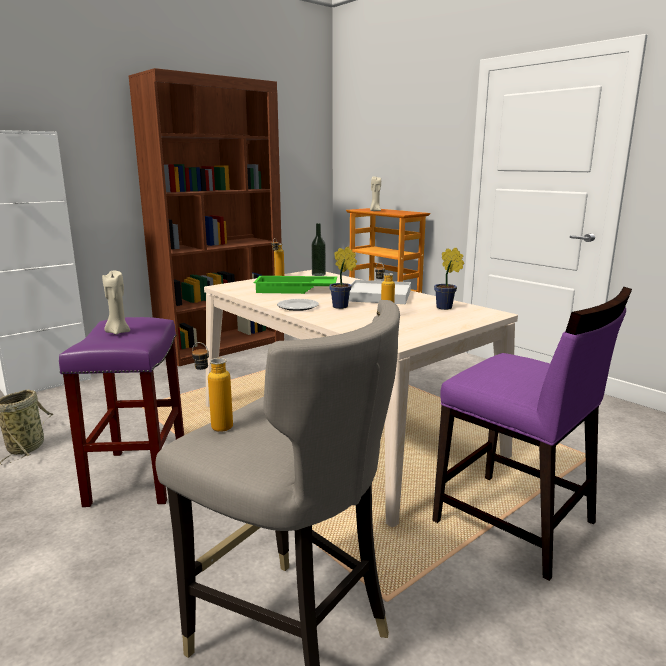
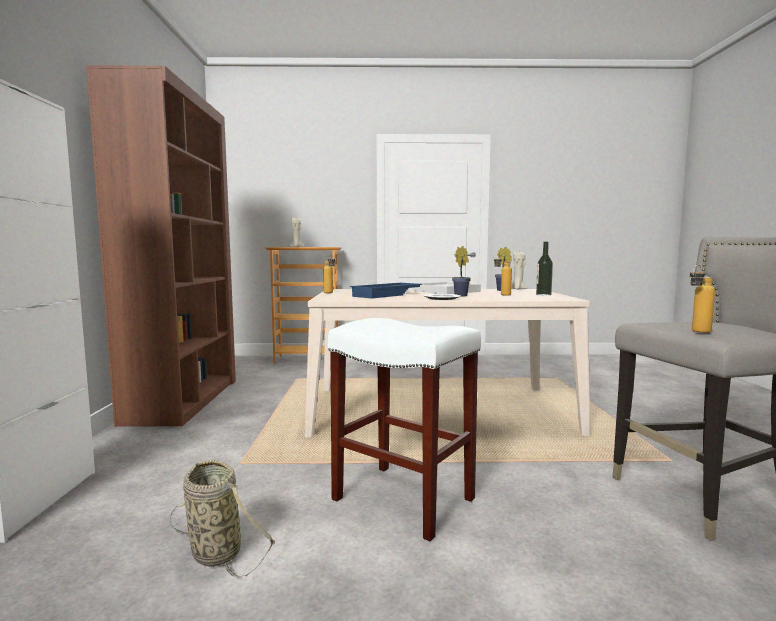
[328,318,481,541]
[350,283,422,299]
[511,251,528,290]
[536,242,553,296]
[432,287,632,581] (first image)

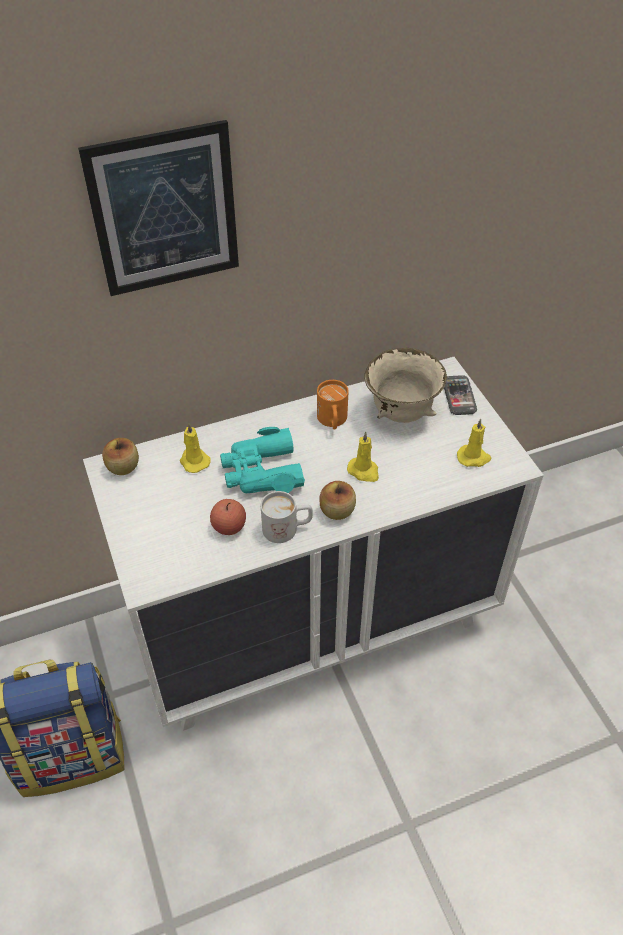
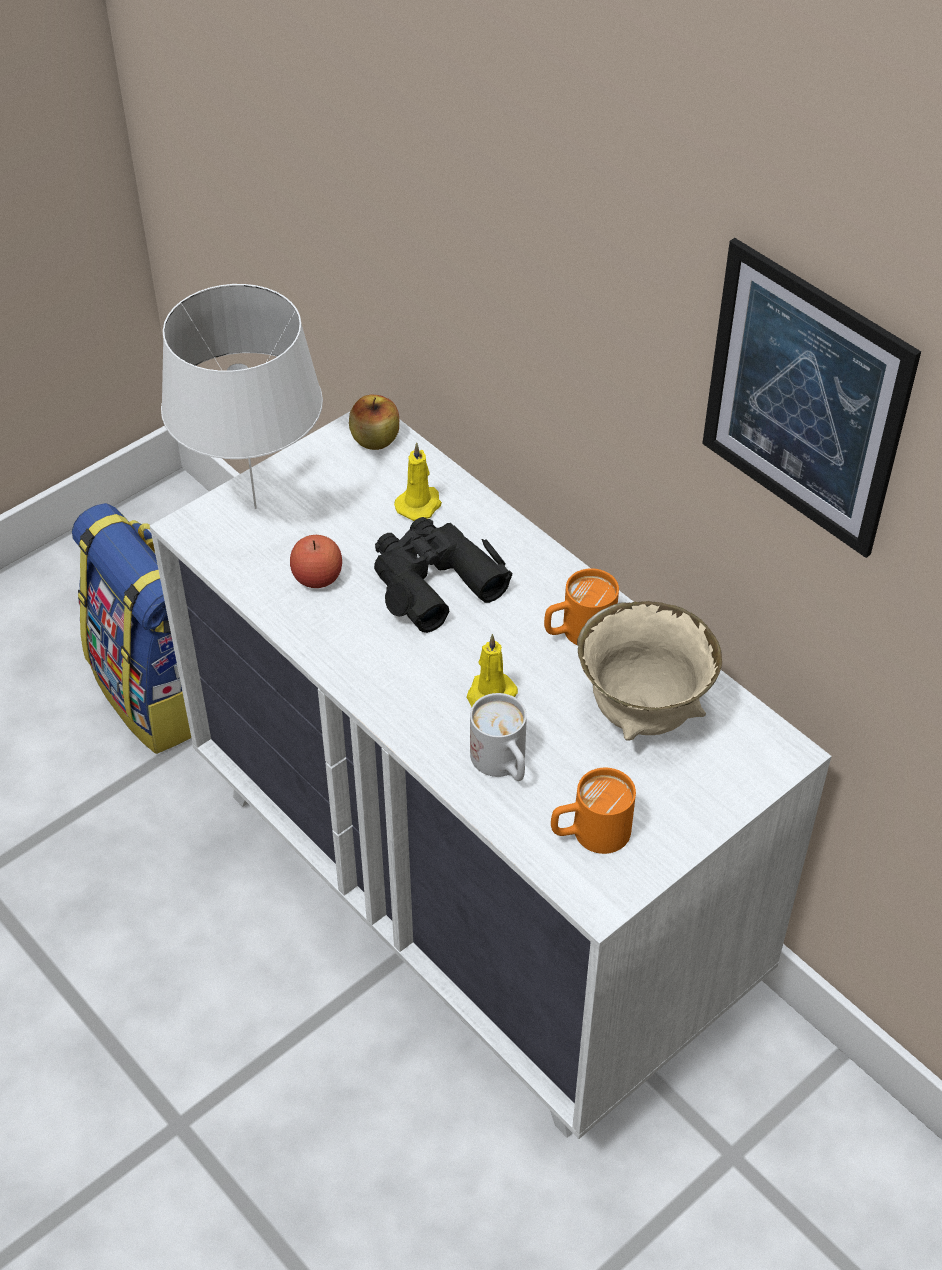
[161,284,323,509]
[374,517,513,633]
[470,693,527,781]
[551,768,636,854]
[702,238,921,558]
[319,481,356,520] (first image)
[444,375,477,415] (first image)

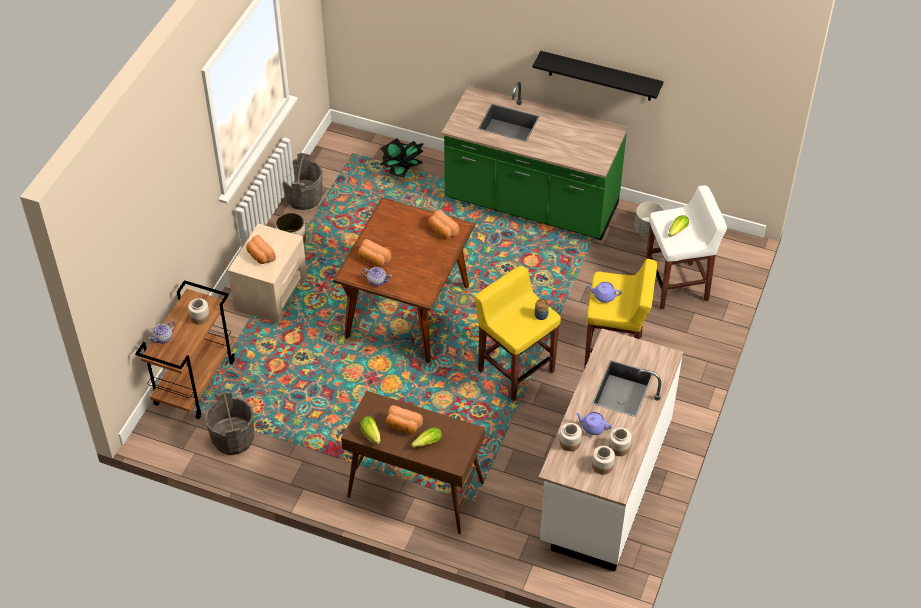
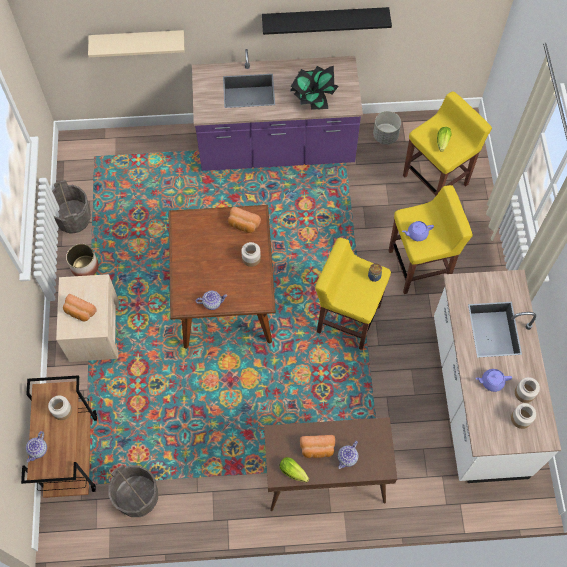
[88,30,185,57]
[192,49,363,171]
[241,242,261,267]
[290,66,339,110]
[338,441,358,469]
[403,91,492,197]
[358,239,391,267] (first image)

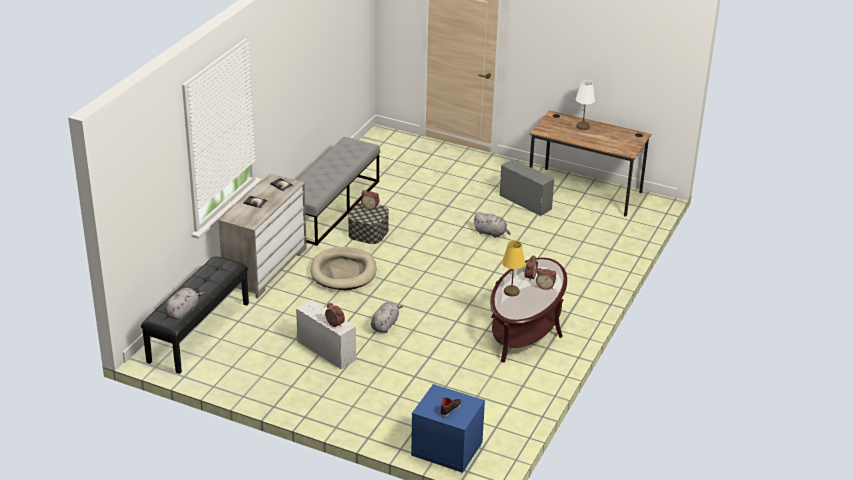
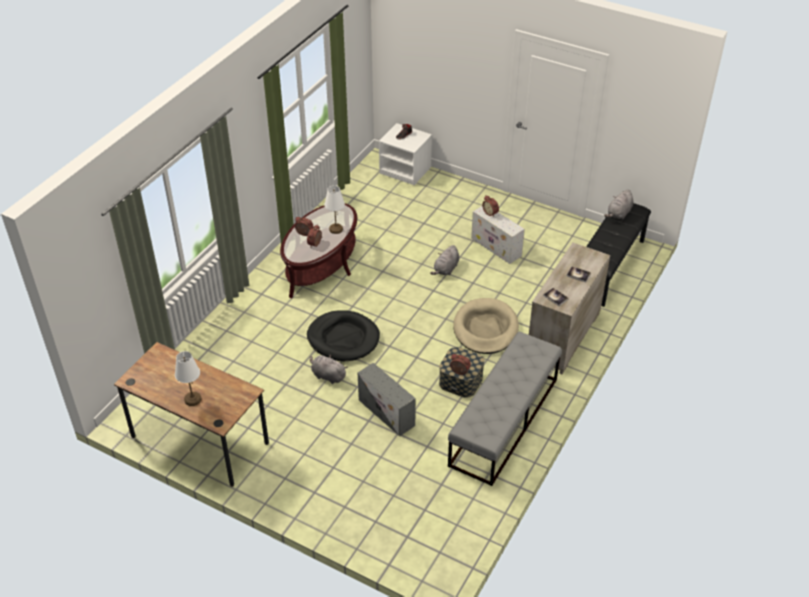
[307,310,380,361]
[324,185,345,234]
[358,363,416,436]
[379,123,432,185]

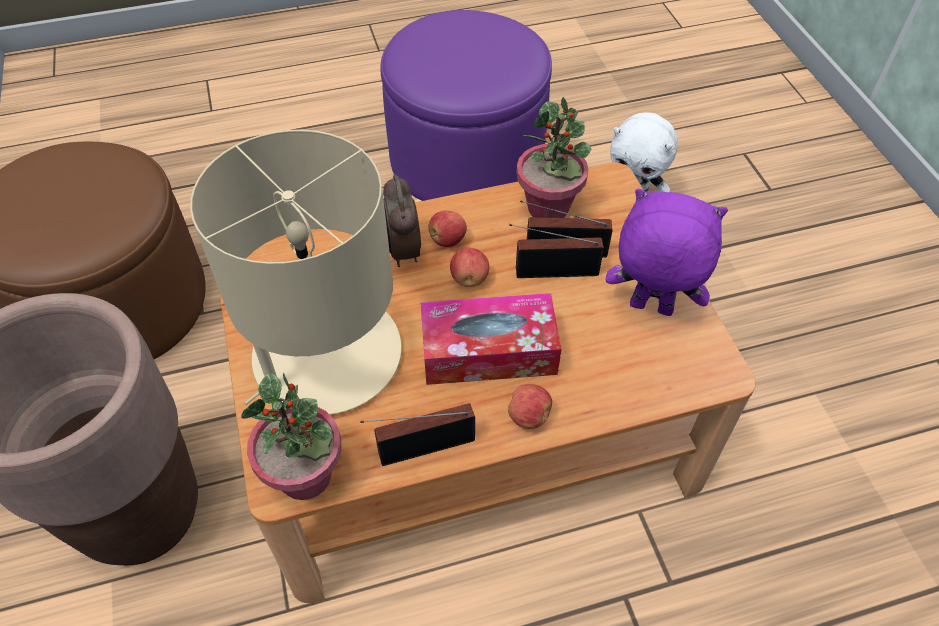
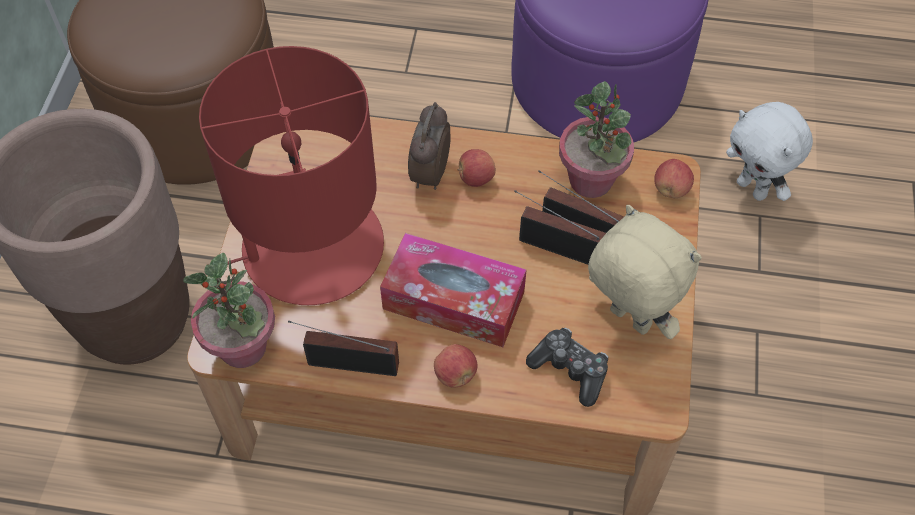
[199,46,384,305]
[526,327,608,407]
[588,205,702,339]
[654,159,694,198]

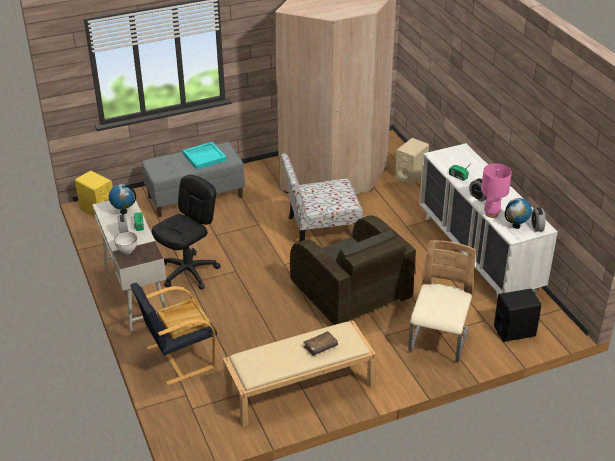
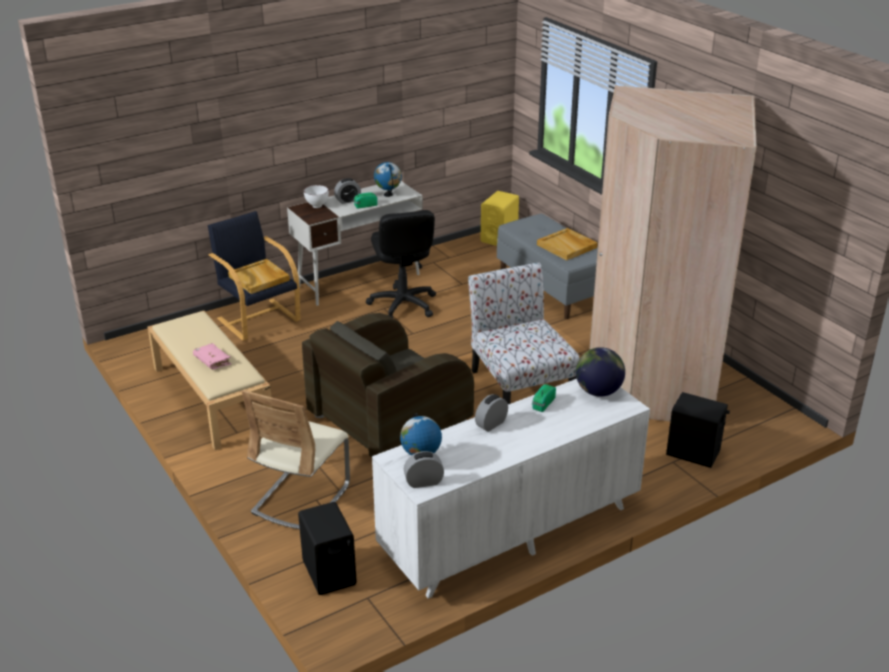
[193,343,231,370]
[242,390,350,529]
[366,210,436,318]
[537,228,598,260]
[576,347,625,397]
[666,392,730,468]
[481,163,512,218] (first image)

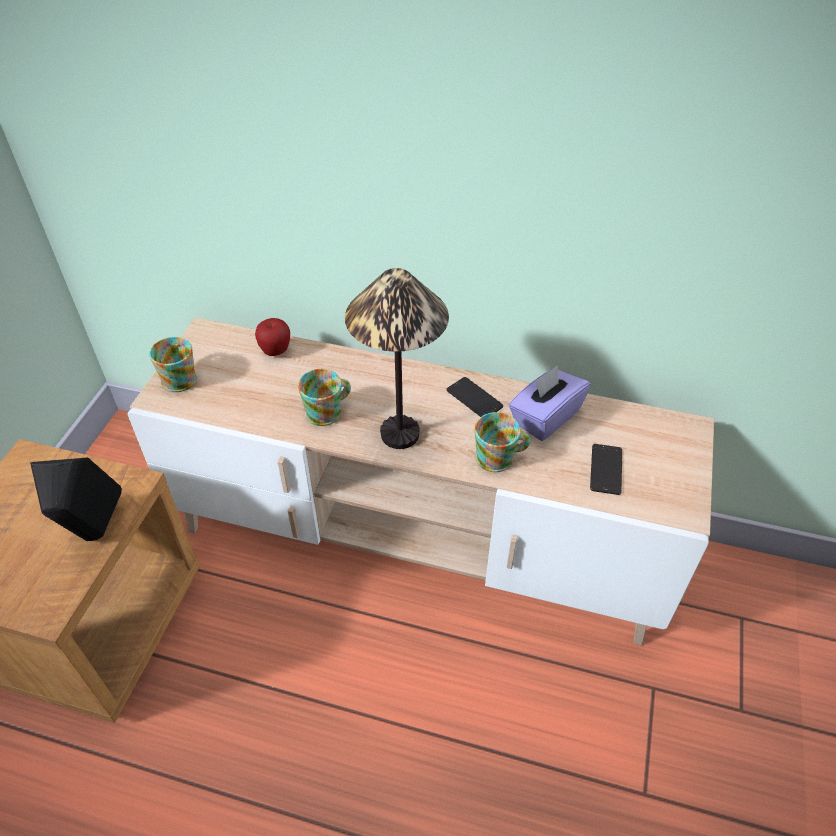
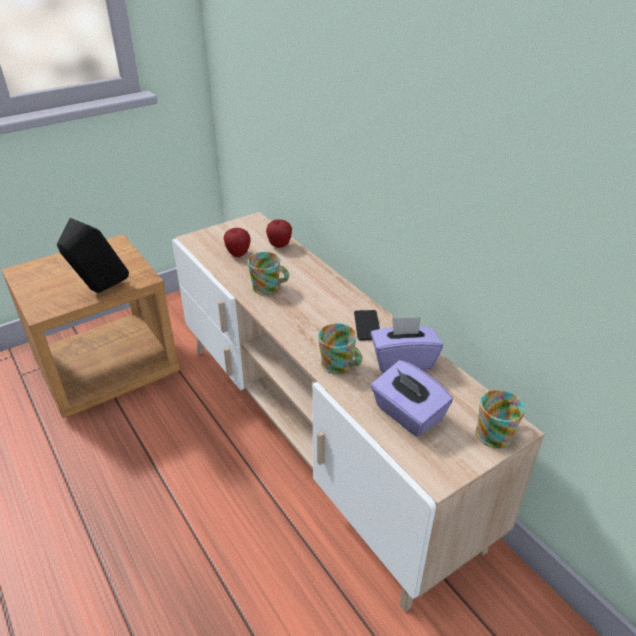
[223,228,251,257]
[371,360,453,437]
[476,390,525,448]
[345,268,449,449] (first image)

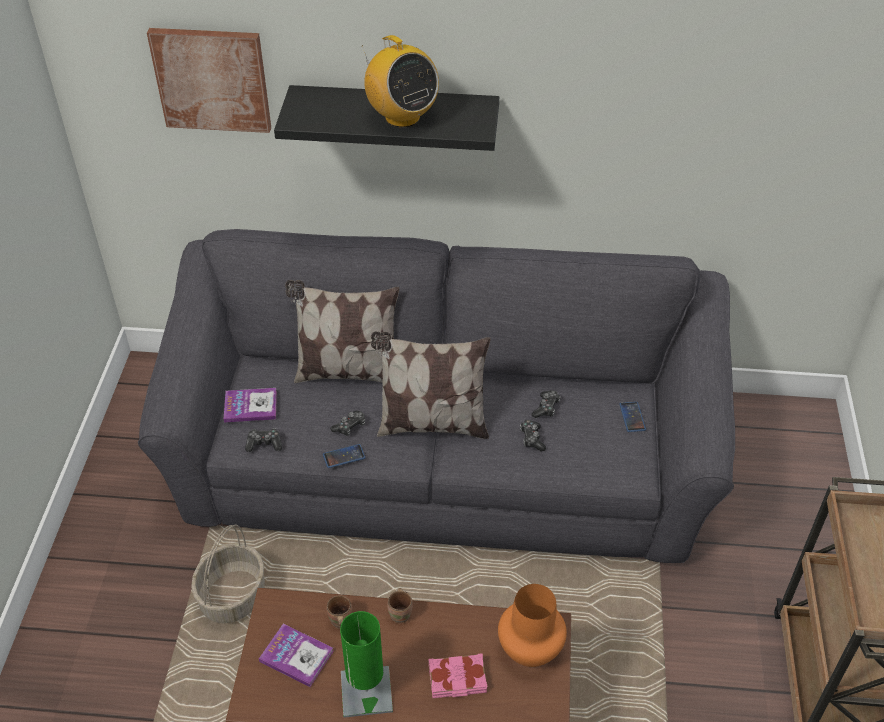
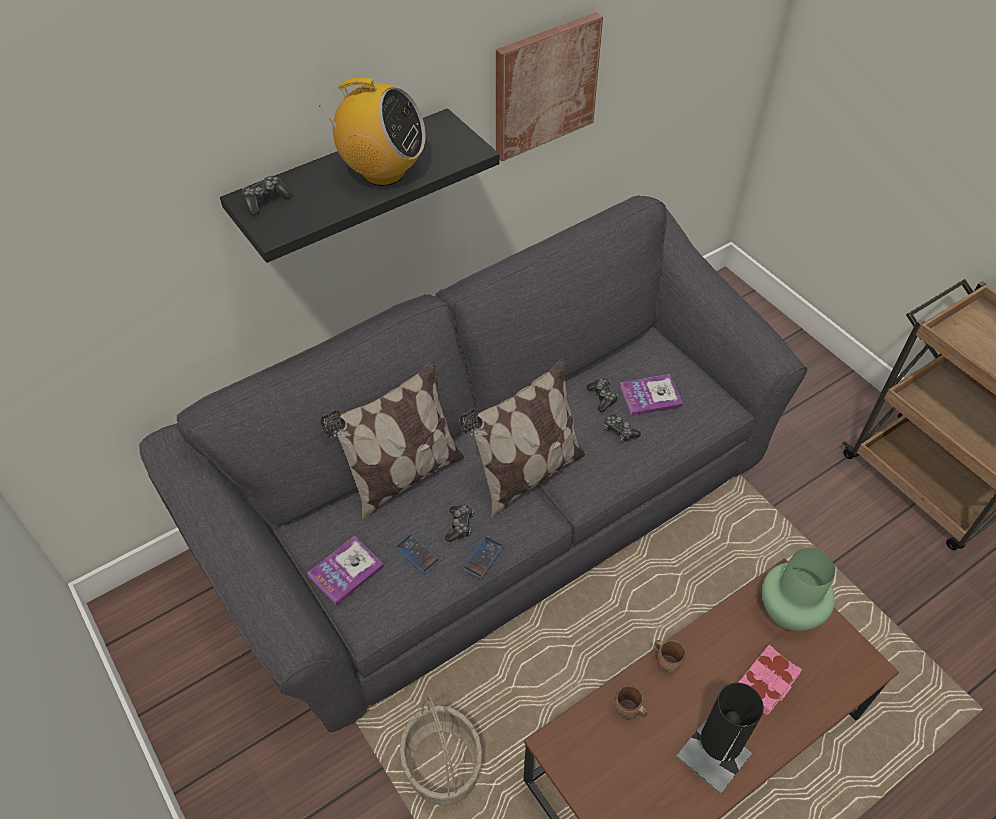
[242,176,292,216]
[395,534,440,574]
[496,12,603,162]
[620,374,683,416]
[676,682,764,795]
[762,548,835,631]

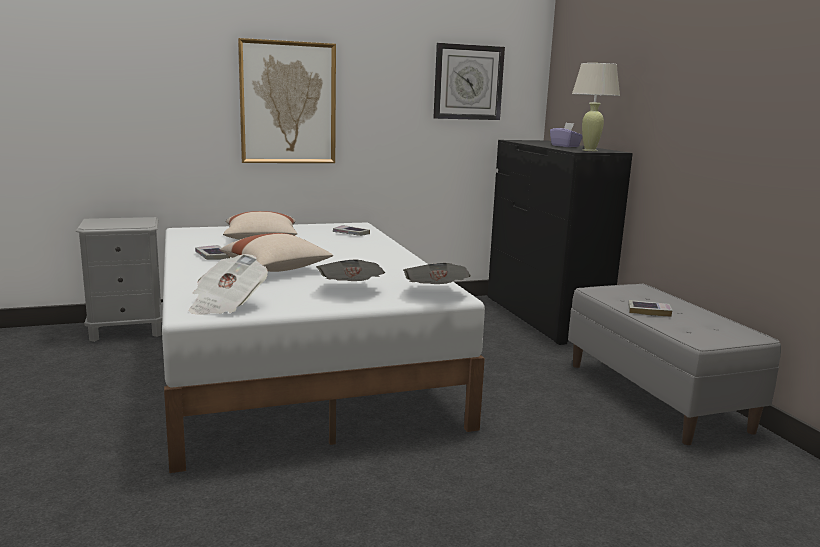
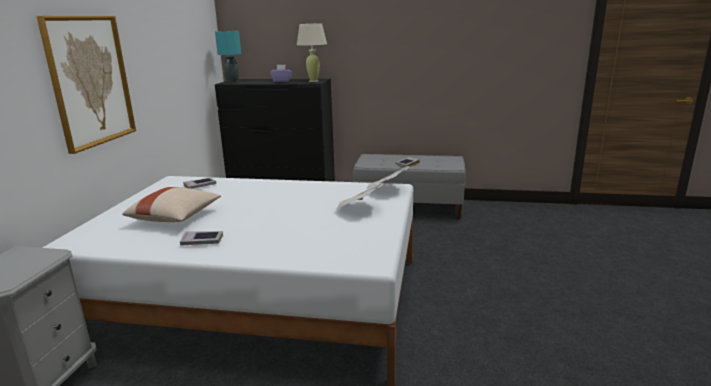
[215,31,241,82]
[189,254,268,315] (first image)
[221,233,333,272] (first image)
[434,43,505,120] (first image)

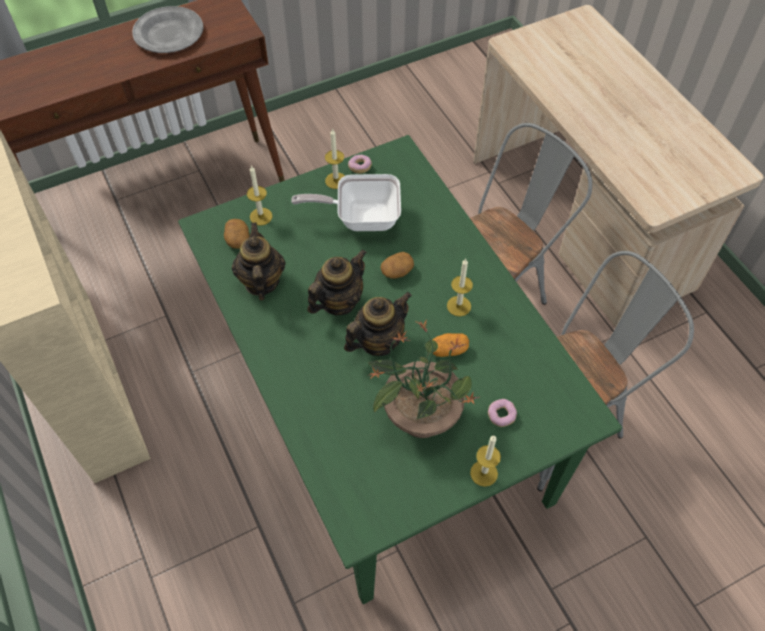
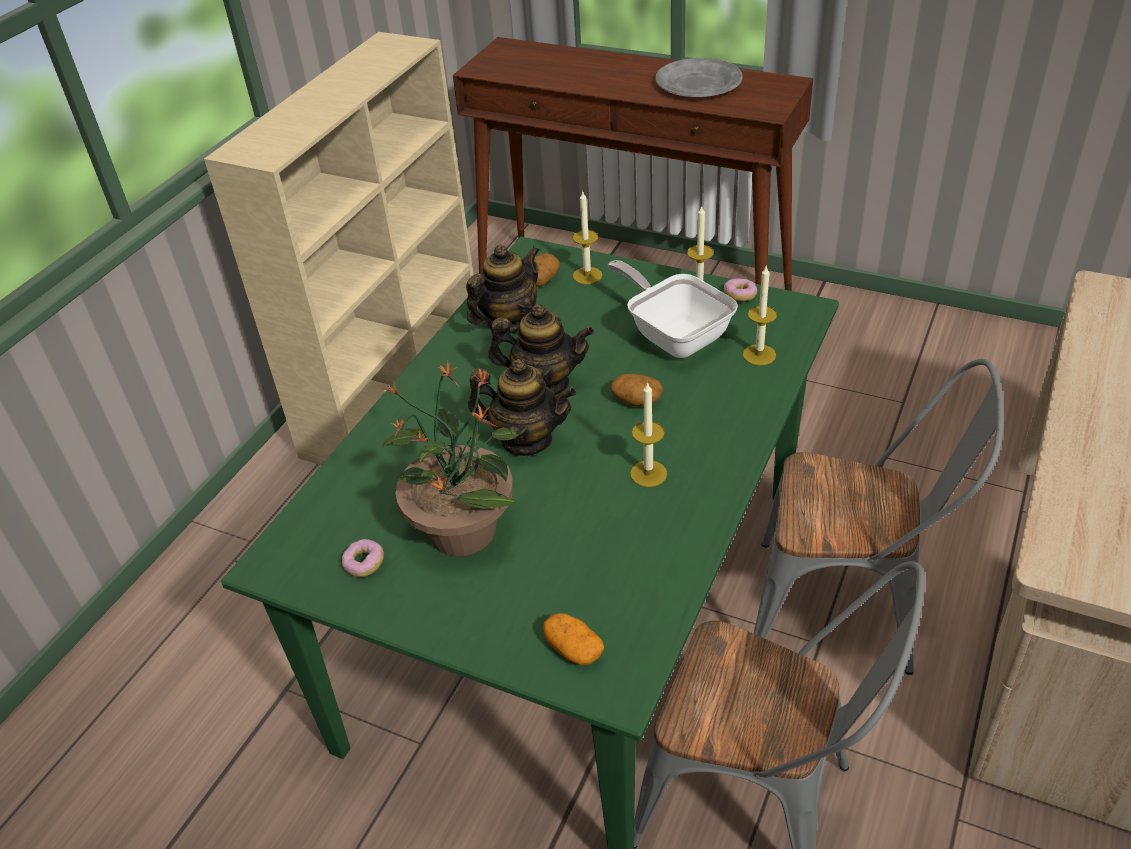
[342,539,384,577]
[543,613,604,665]
[743,266,777,366]

